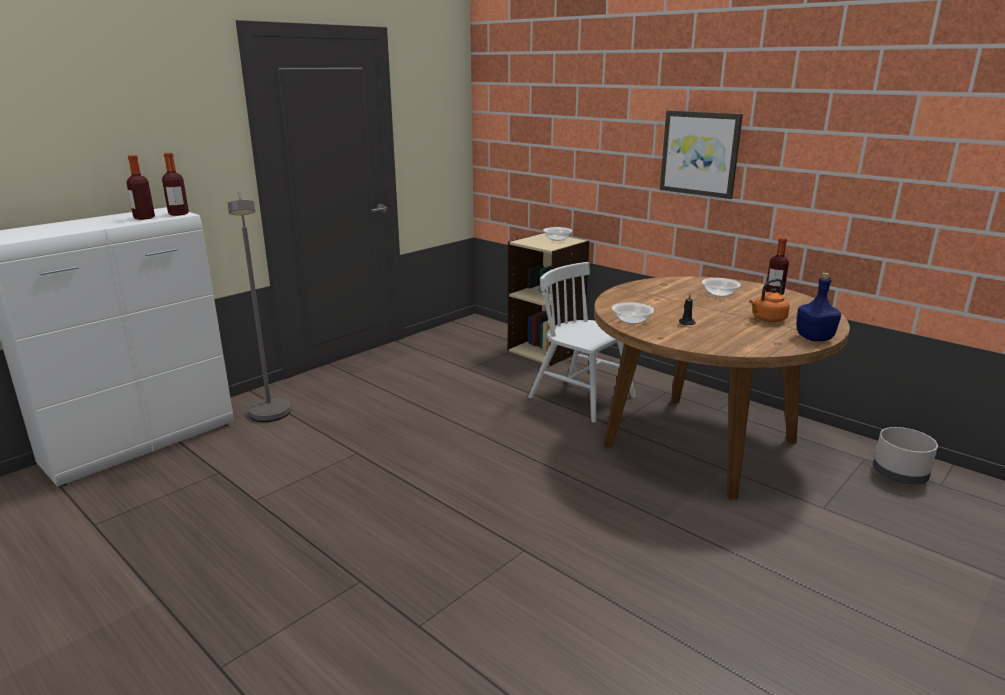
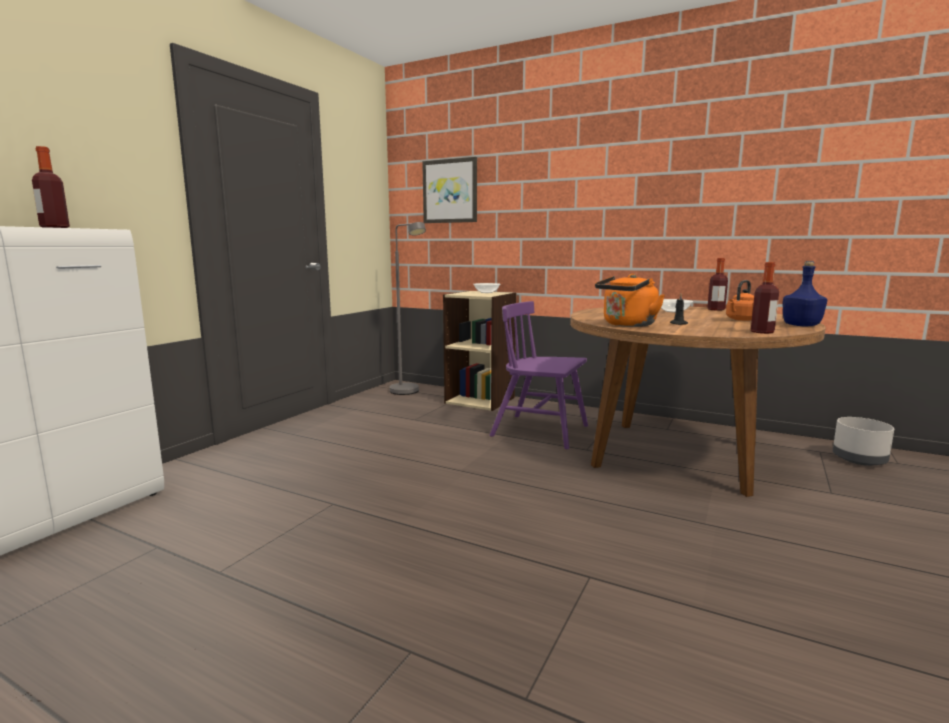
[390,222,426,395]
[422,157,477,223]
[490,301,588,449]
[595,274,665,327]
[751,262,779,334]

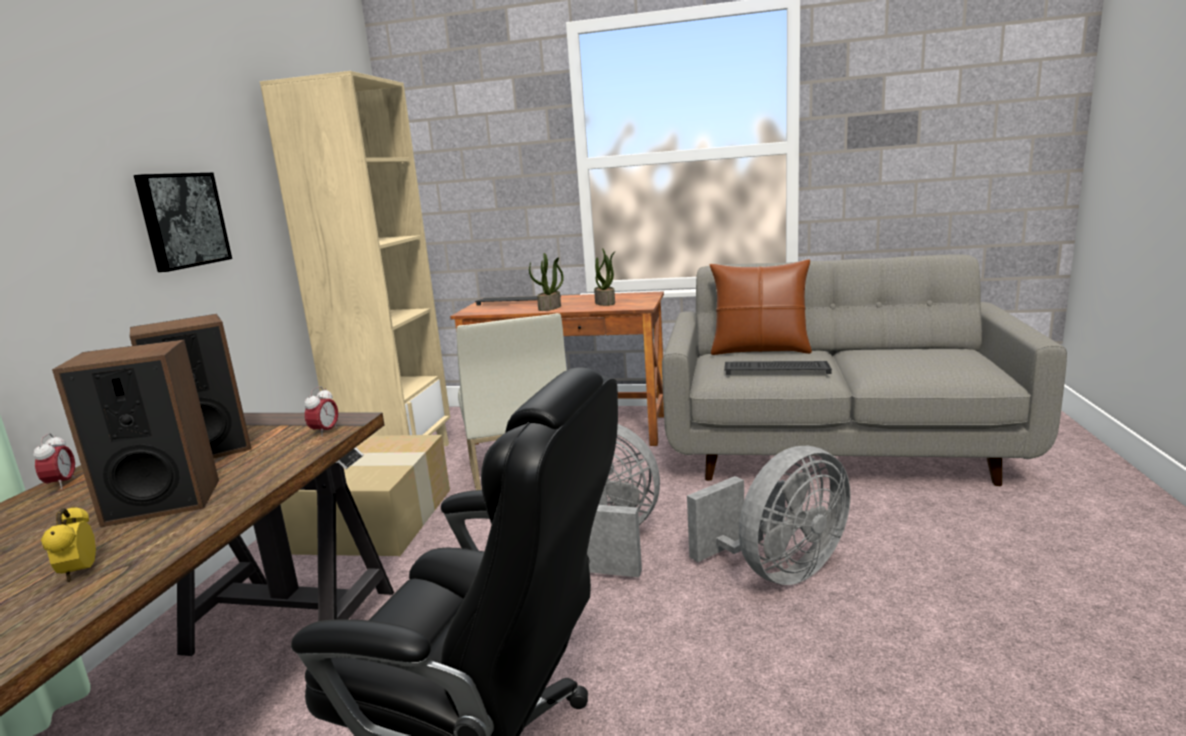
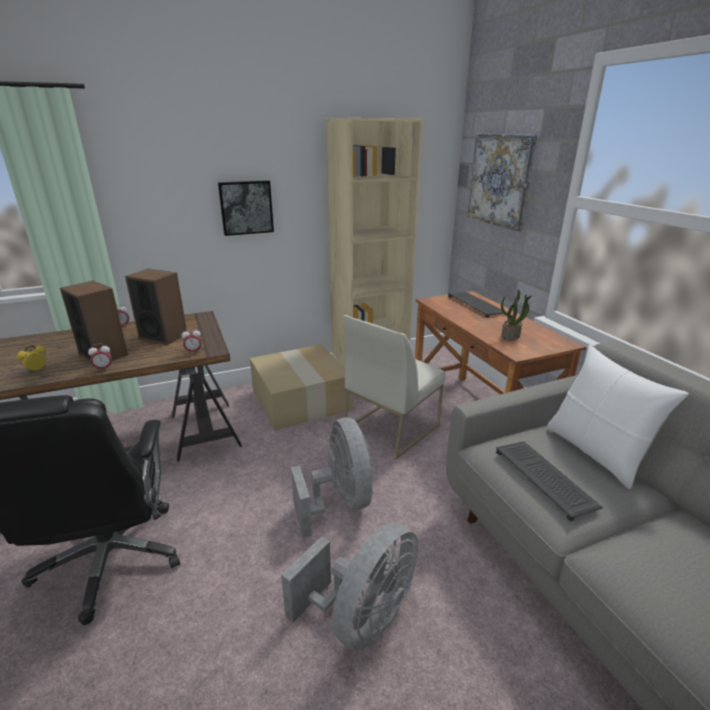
[88,344,112,372]
[281,522,418,651]
[468,134,537,232]
[547,345,689,489]
[529,253,564,311] (first image)

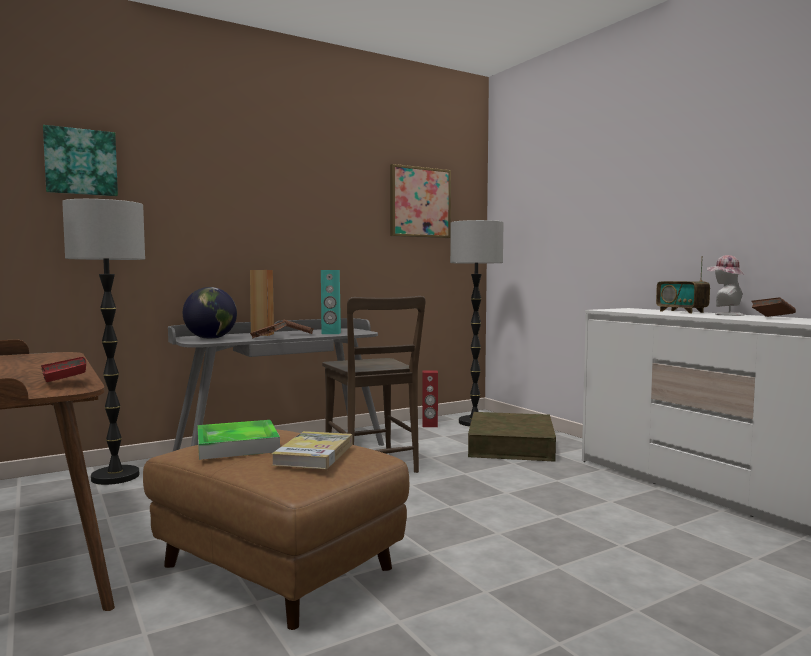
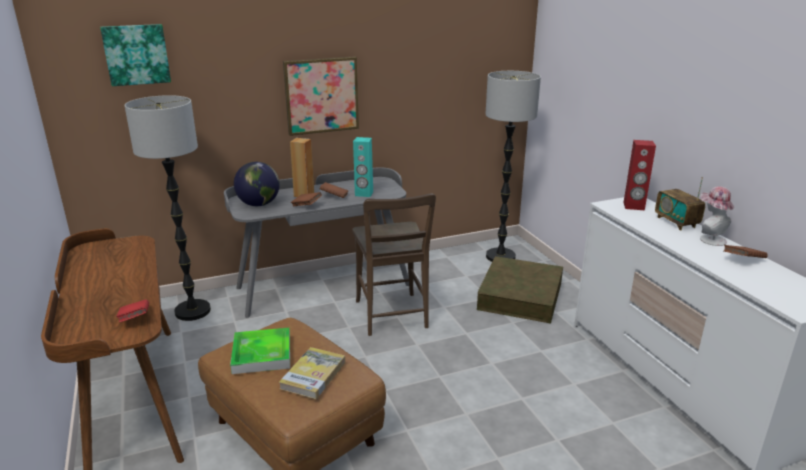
[283,57,359,136]
[624,140,656,210]

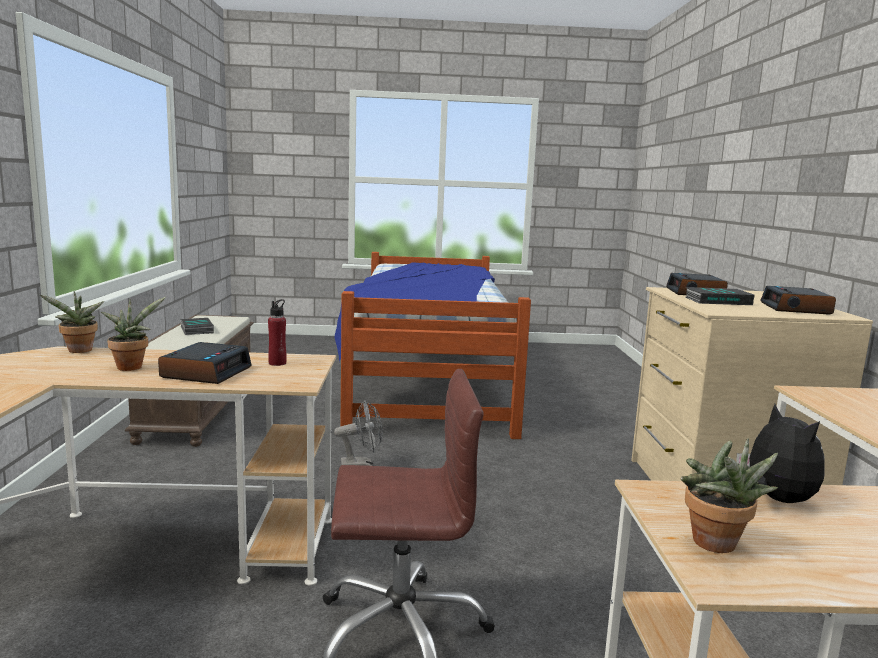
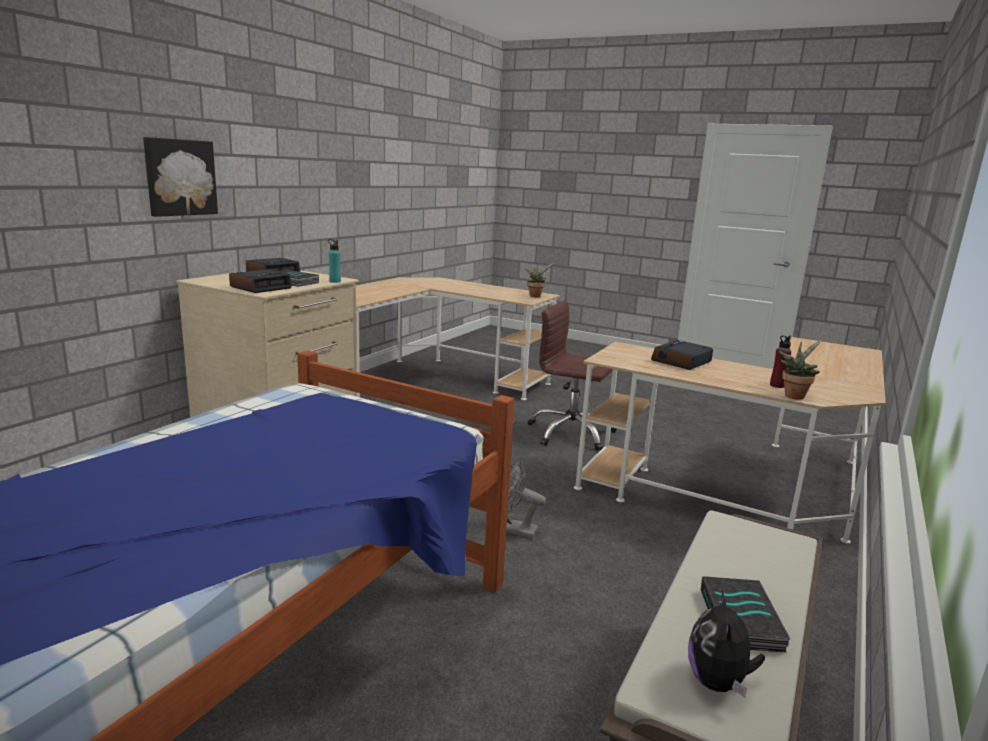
[143,137,218,217]
[328,239,341,283]
[688,591,765,698]
[770,335,791,388]
[101,297,166,371] (first image)

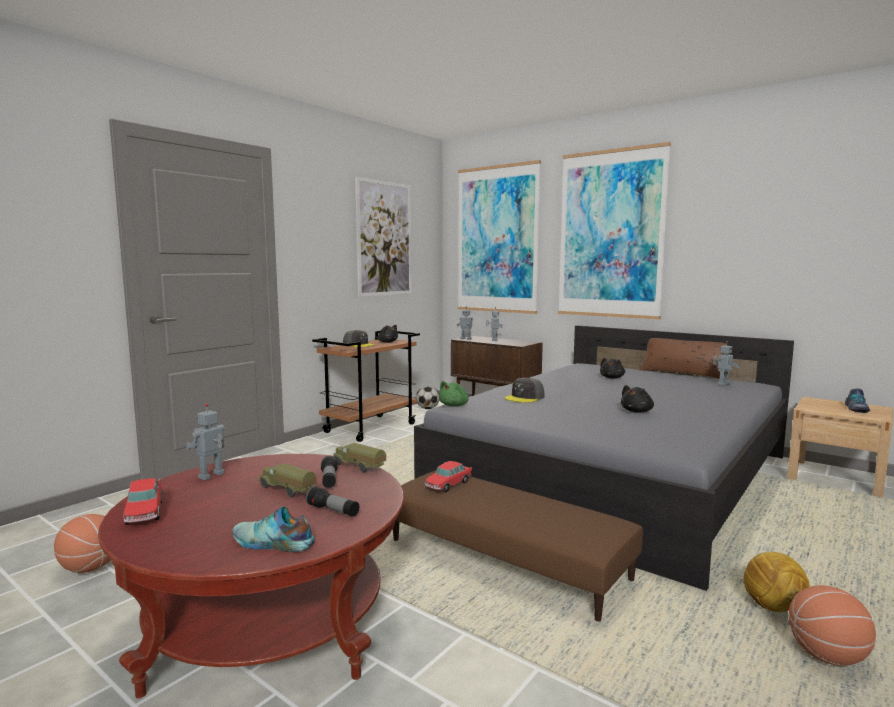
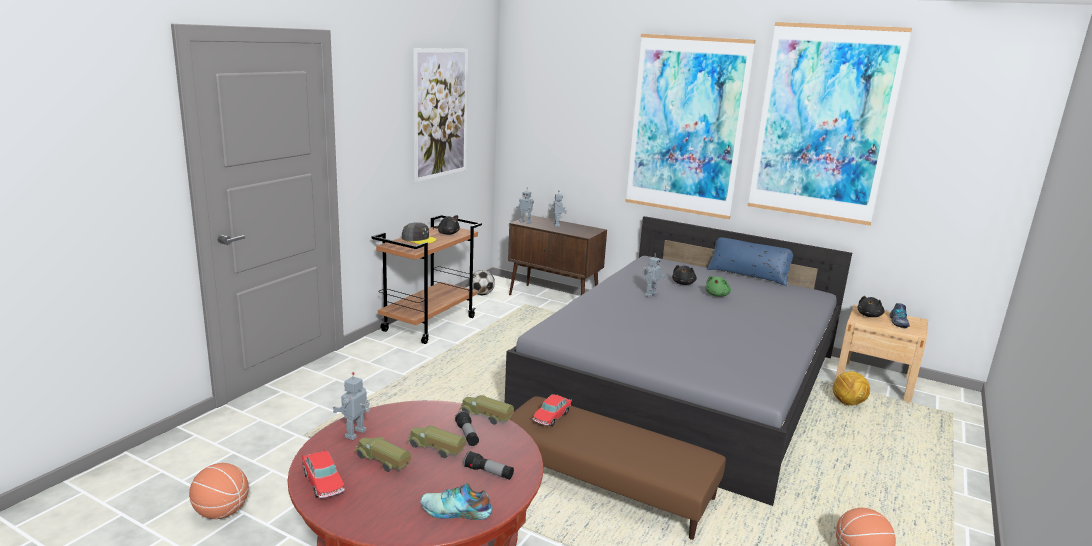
[354,437,411,472]
[643,253,666,297]
[705,276,731,297]
[707,237,793,286]
[748,22,912,226]
[832,371,870,406]
[857,296,885,317]
[505,378,544,403] (first image)

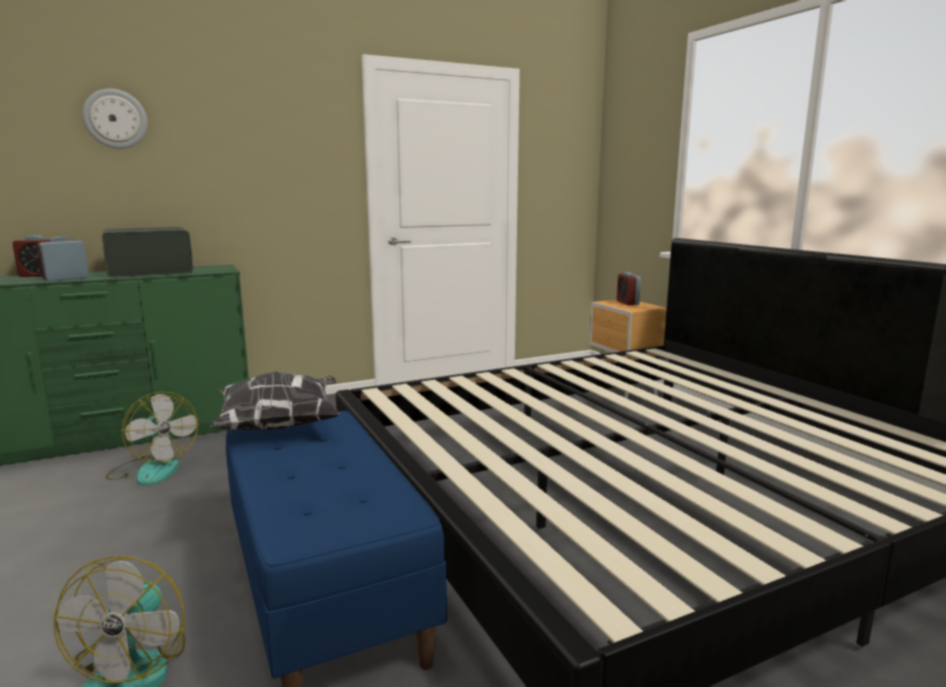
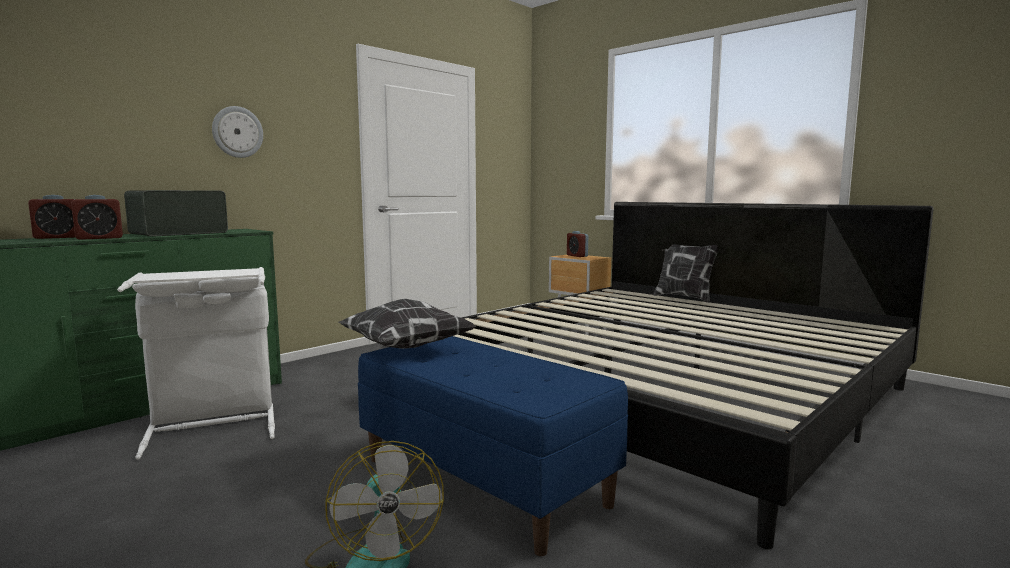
[71,195,123,240]
[117,267,275,460]
[212,106,263,158]
[653,244,718,303]

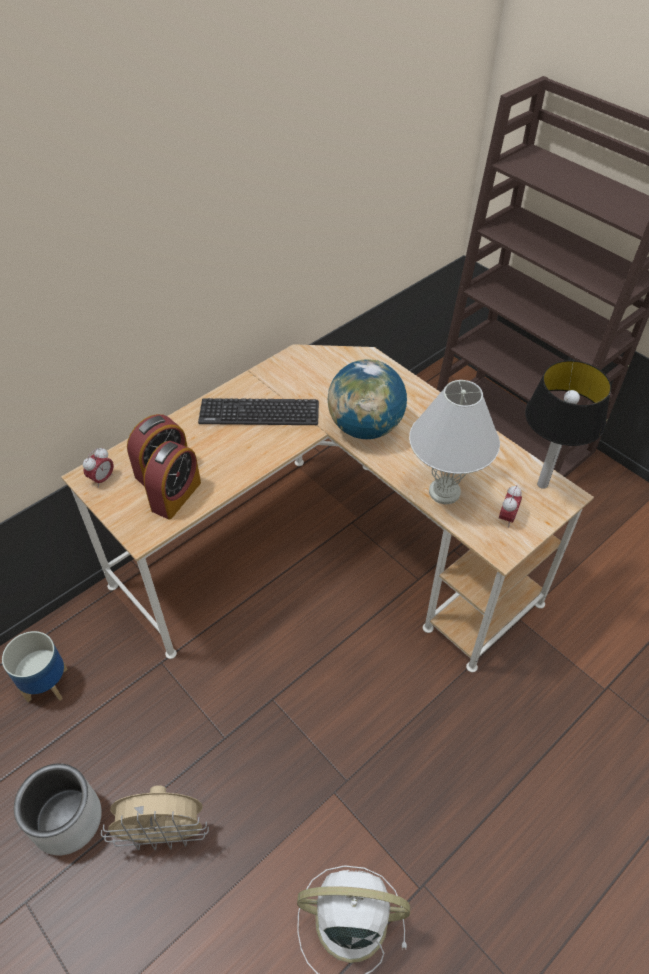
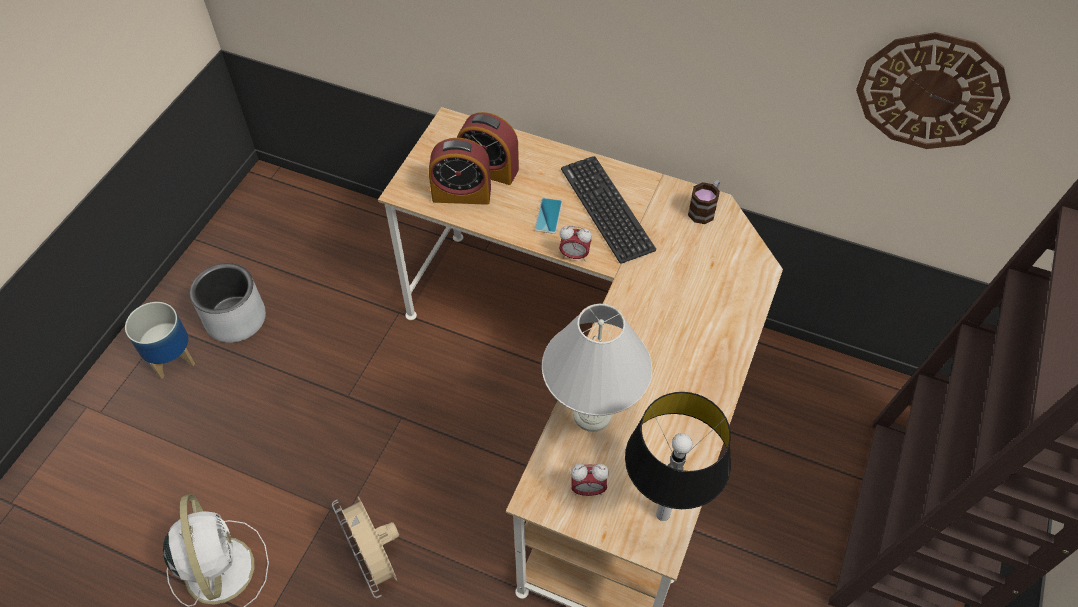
[125,302,195,379]
[332,497,399,598]
[535,198,563,234]
[559,226,592,261]
[688,180,720,224]
[856,32,1010,149]
[327,359,407,439] (first image)

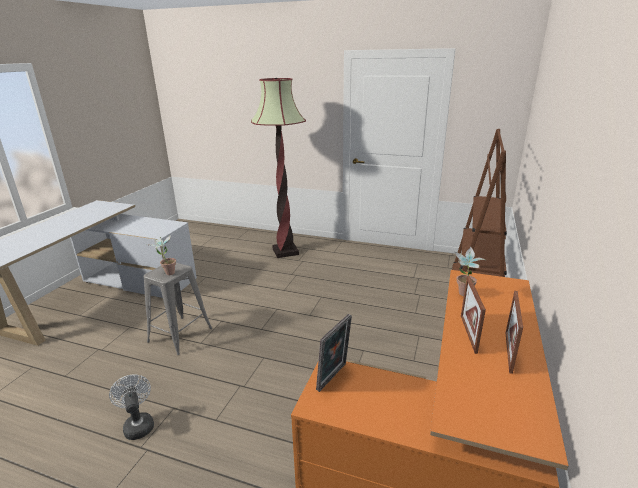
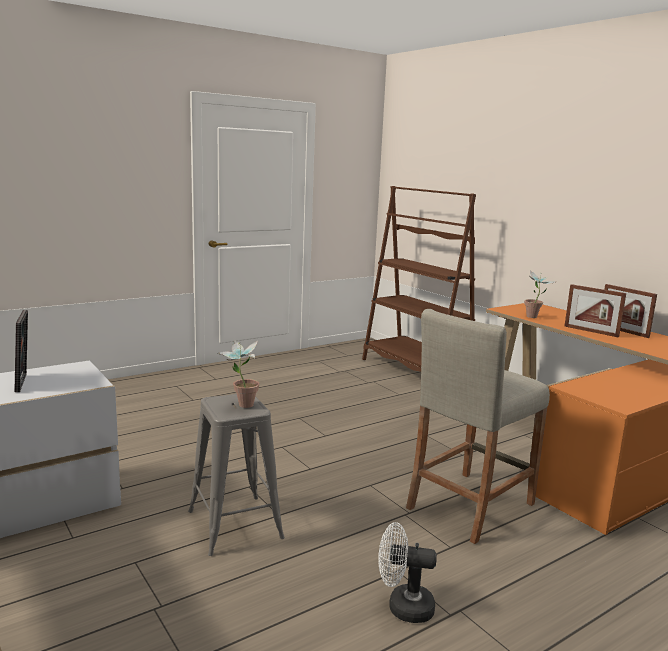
[15,310,28,392]
[406,309,550,544]
[251,78,306,258] (first image)

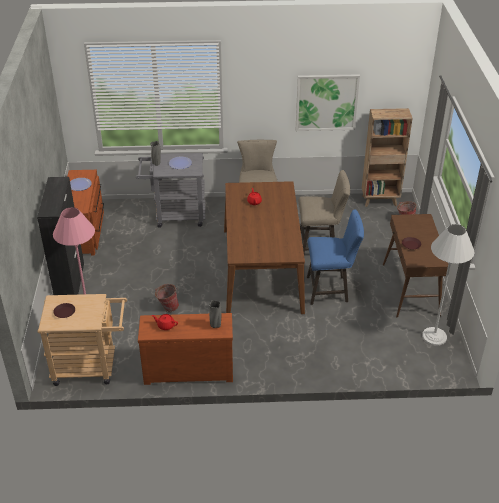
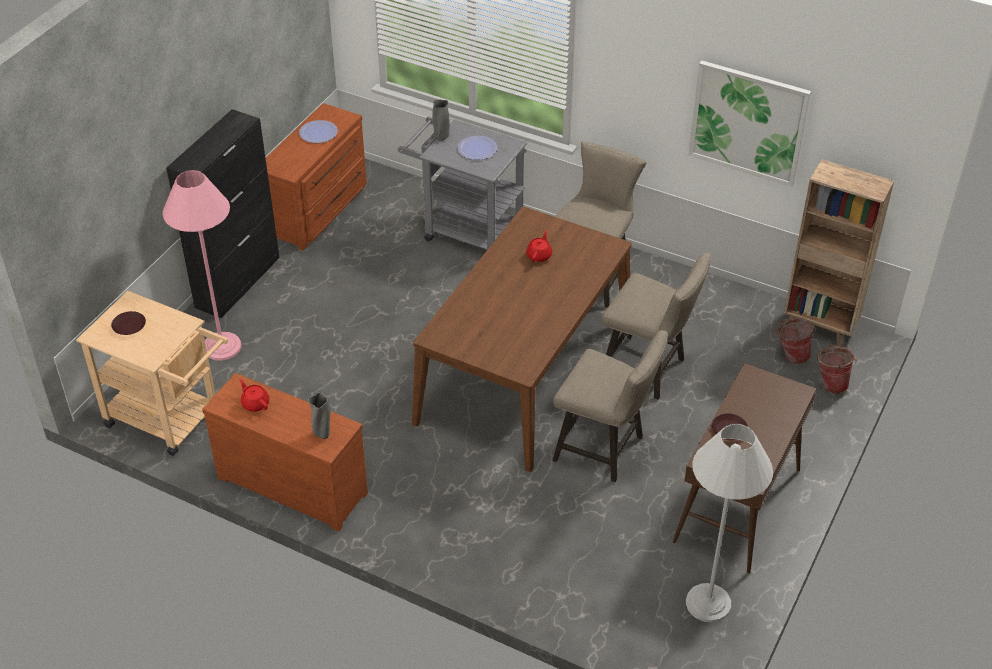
[552,330,668,482]
[777,318,816,364]

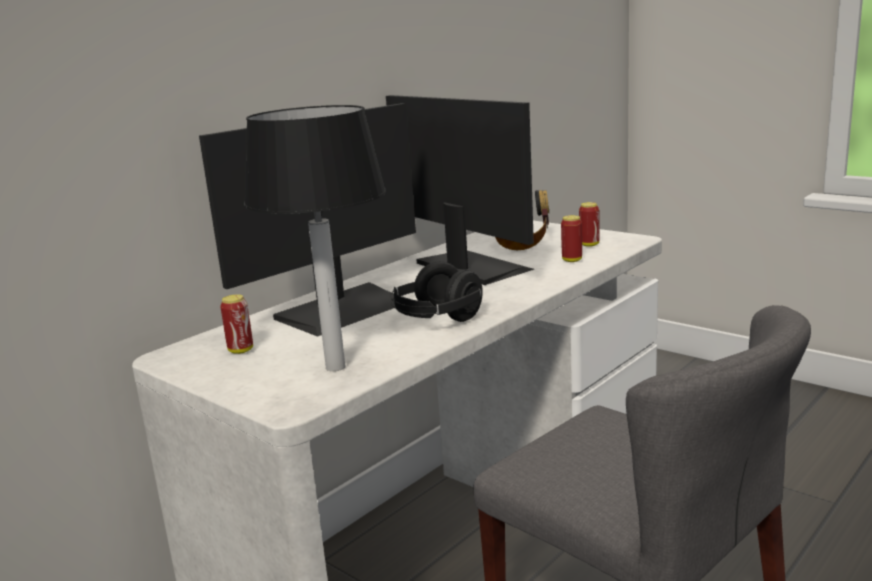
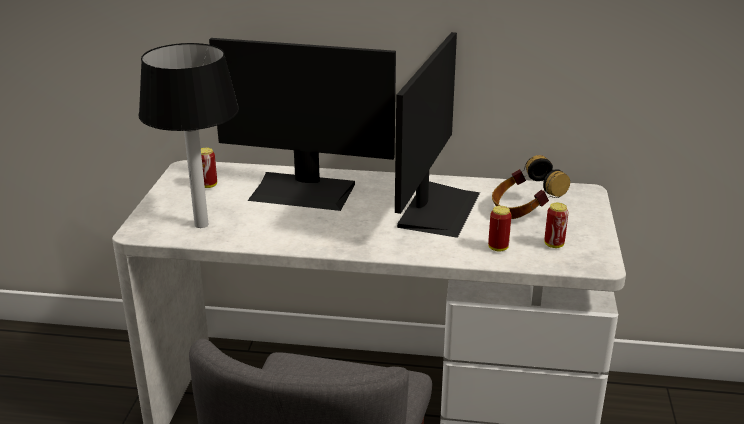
[390,261,483,322] (first image)

